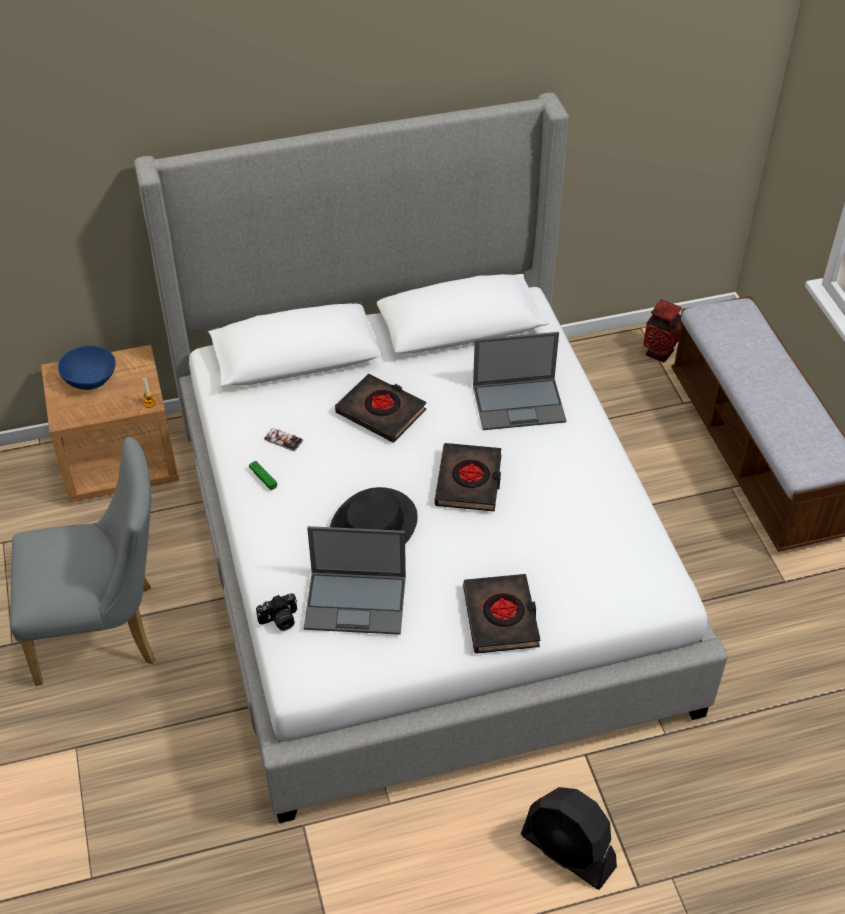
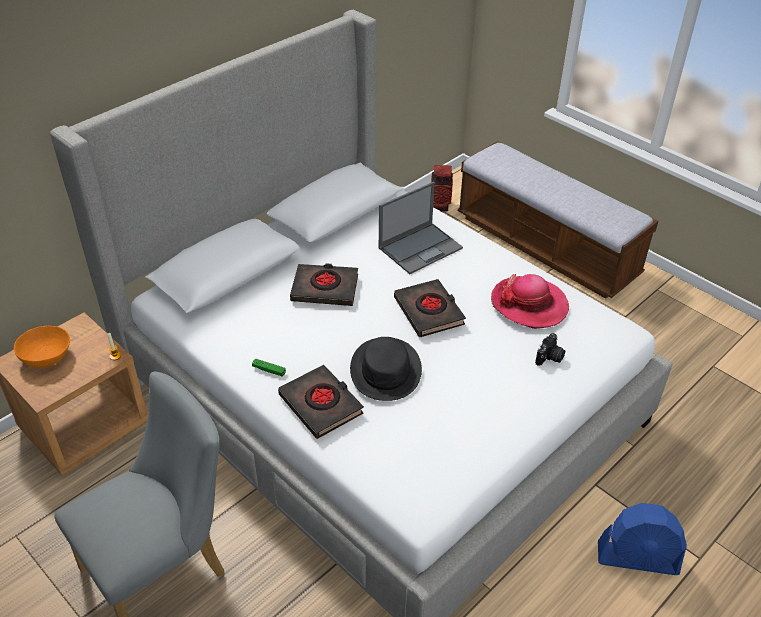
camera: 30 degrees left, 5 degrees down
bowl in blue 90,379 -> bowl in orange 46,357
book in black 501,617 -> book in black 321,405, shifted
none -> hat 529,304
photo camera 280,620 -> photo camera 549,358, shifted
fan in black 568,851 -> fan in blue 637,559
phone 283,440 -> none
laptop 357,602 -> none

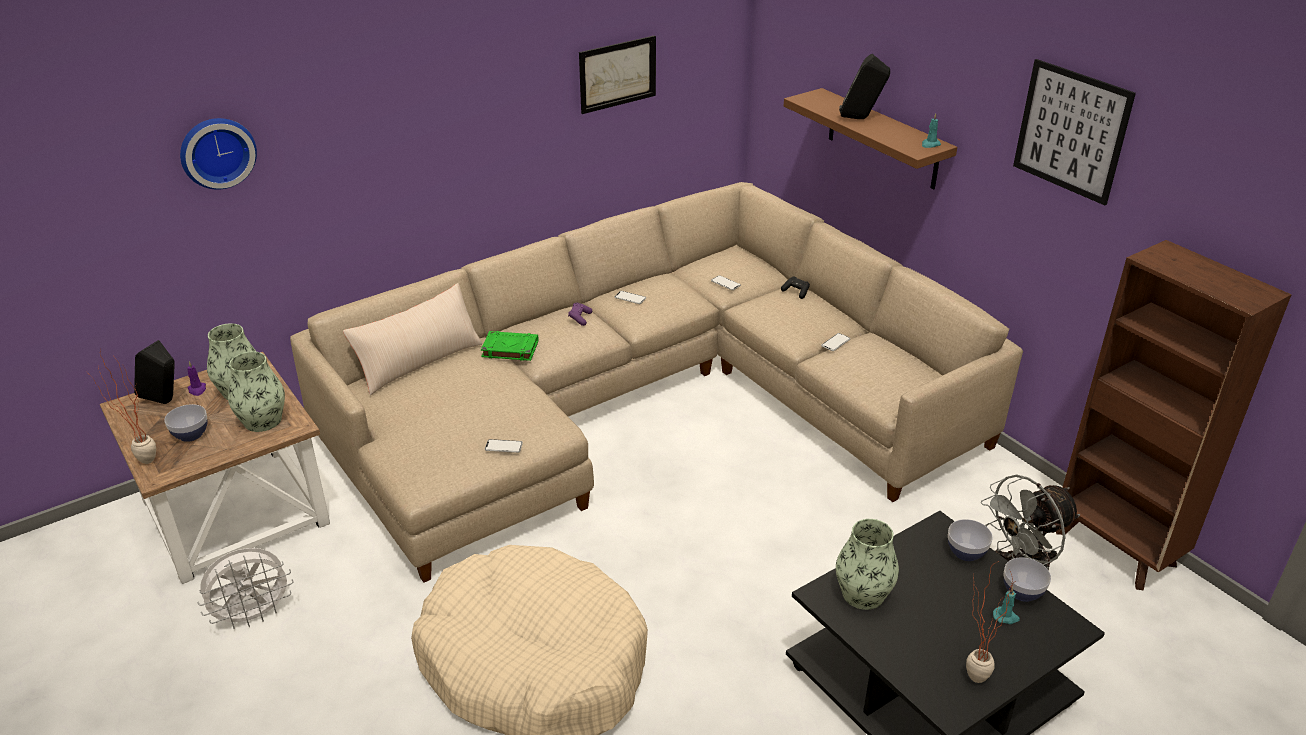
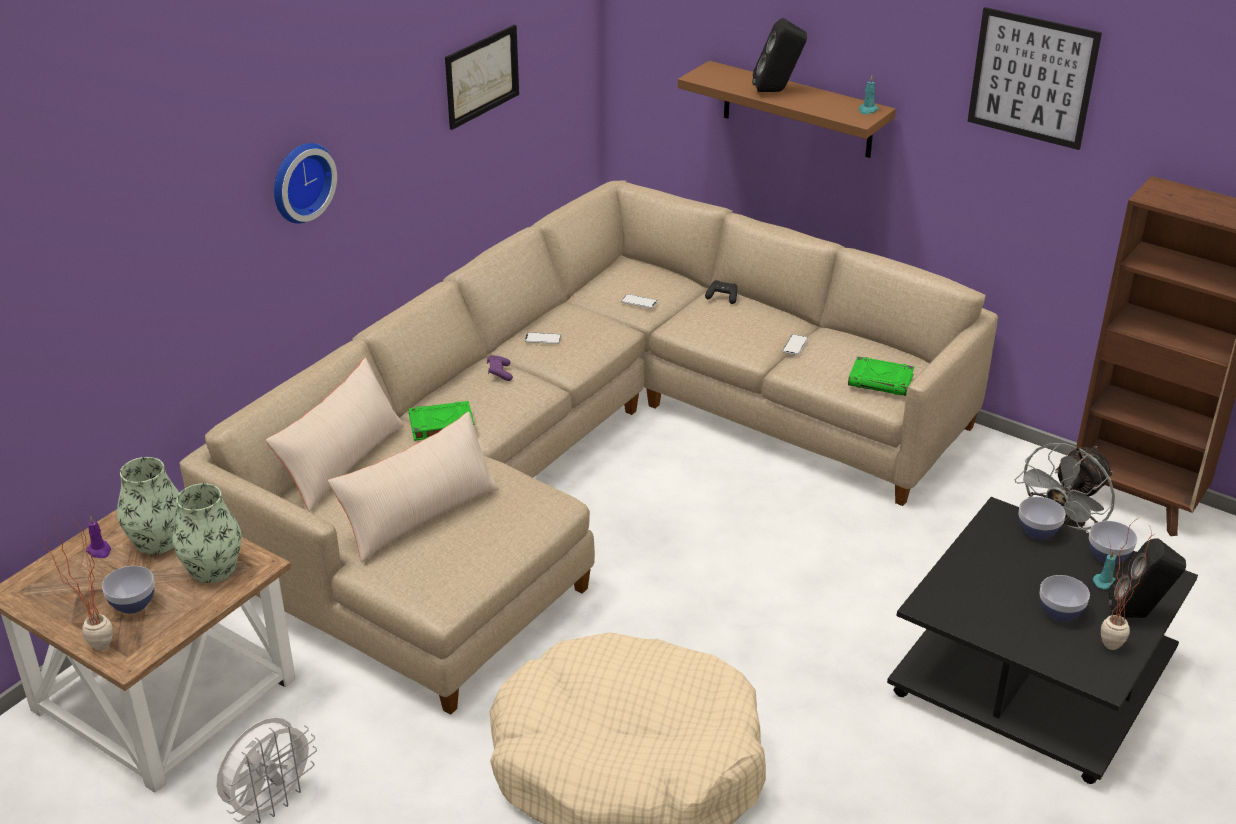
camera: 20 degrees left, 0 degrees up
wall clock 217,151 -> wall clock 299,181, shifted
none -> pillow in beige 419,515
none -> book in green 881,381
none -> bowl 1060,612
speaker in black 166,402 -> speaker in black 1138,615, shifted
phone 503,446 -> none
vase 863,594 -> none

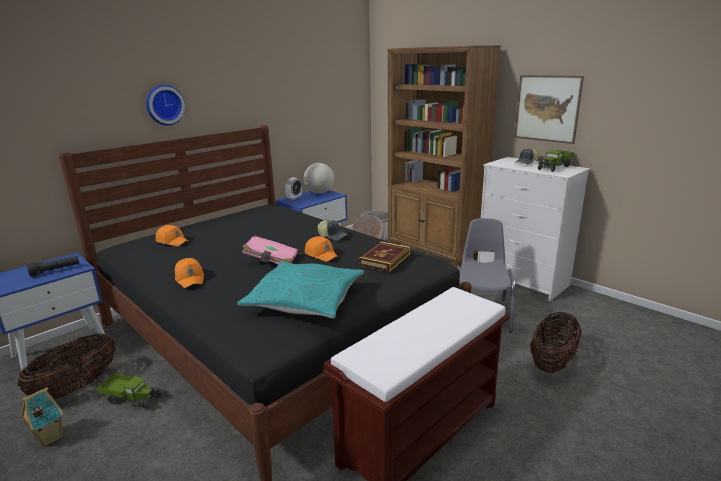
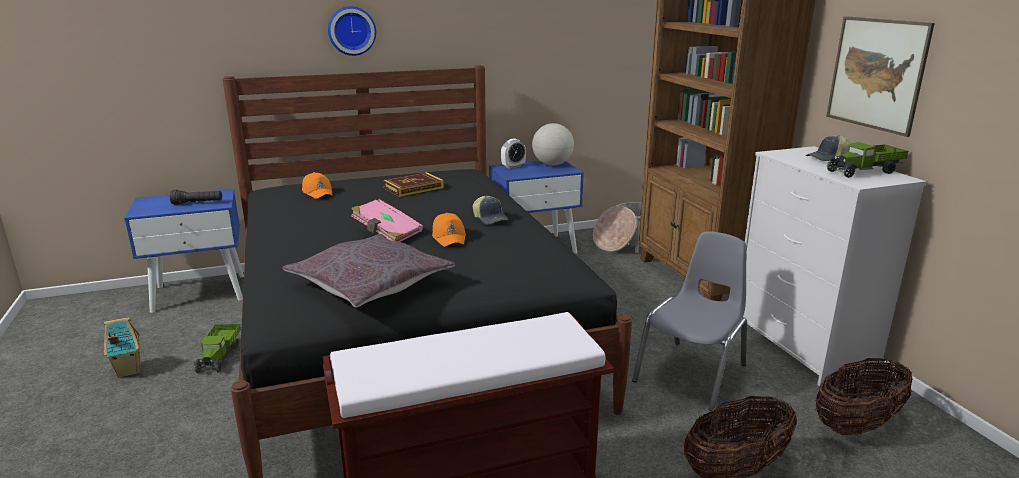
camera: 25 degrees right, 0 degrees up
toy truck 132,398 -> toy truck 219,356, 45 degrees clockwise
pillow in turquoise 305,299 -> pillow in grey 371,283
book 385,259 -> book 413,188, shifted
basket 77,387 -> basket 857,425, shifted
cap in orange 190,278 -> none

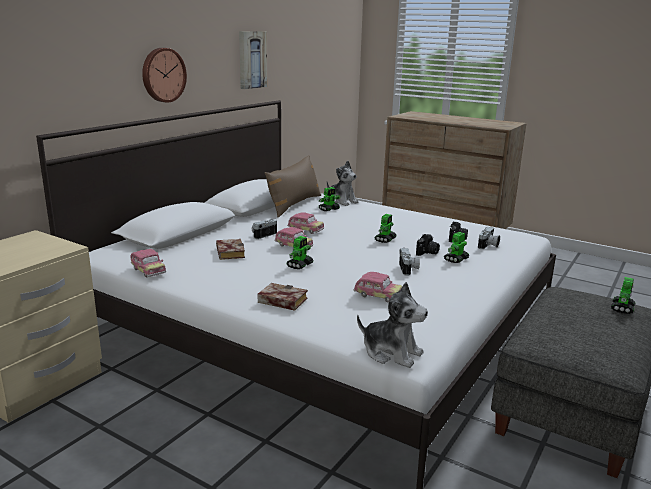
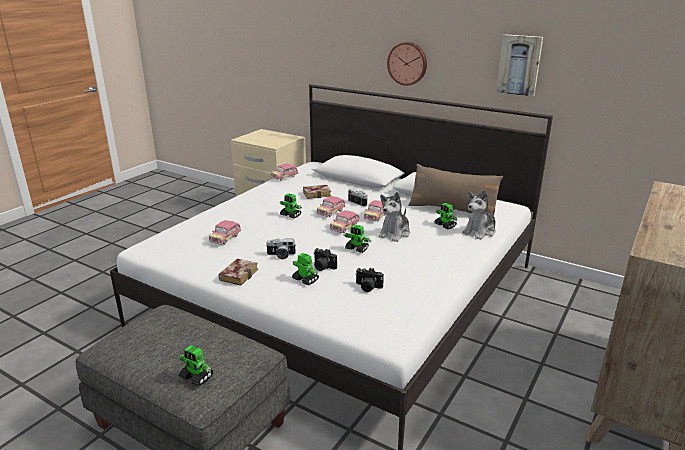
camera: 90 degrees right, 5 degrees up
book 280,301 -> book 238,274, shifted
none -> toy car 344,227
plush toy 391,352 -> plush toy 395,233, shifted
photo camera 488,246 -> none

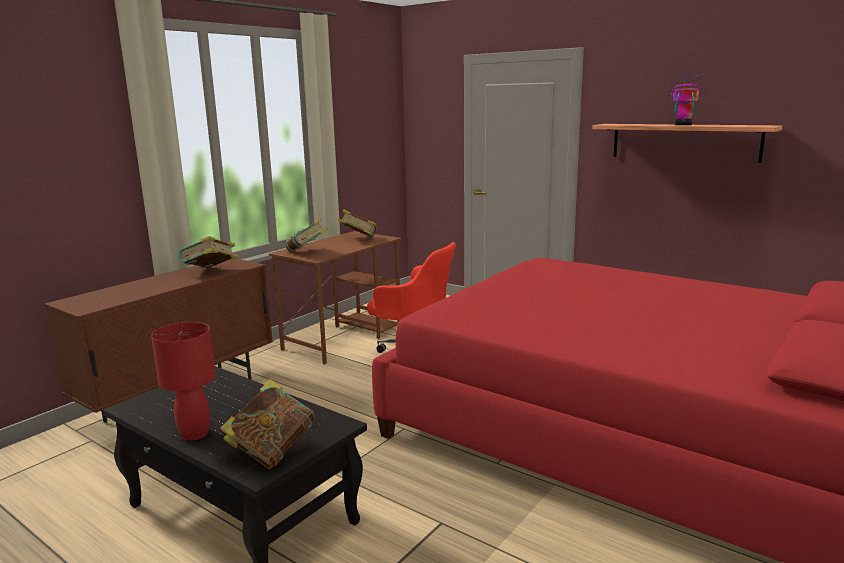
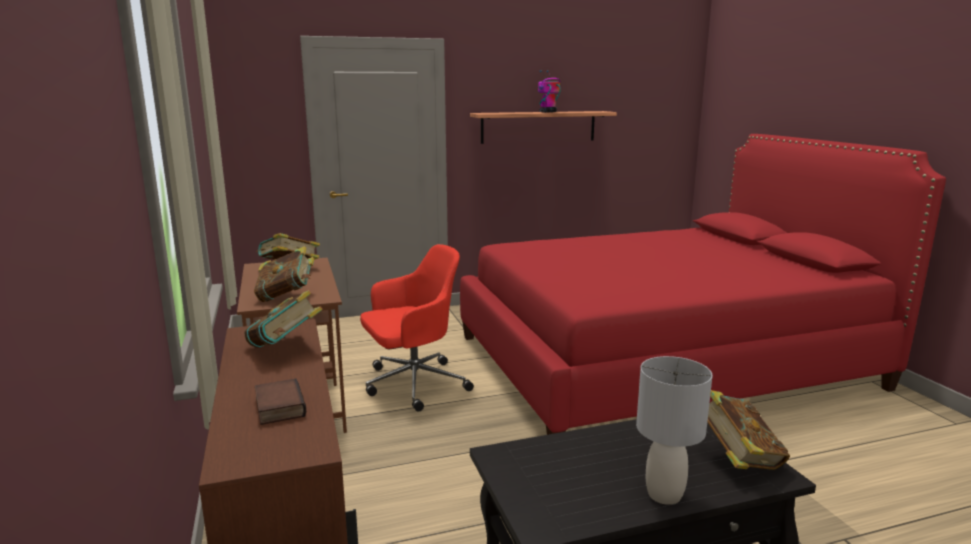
camera: 55 degrees left, 0 degrees up
none -> book 278,407
table lamp in red 194,434 -> table lamp in grey 665,495

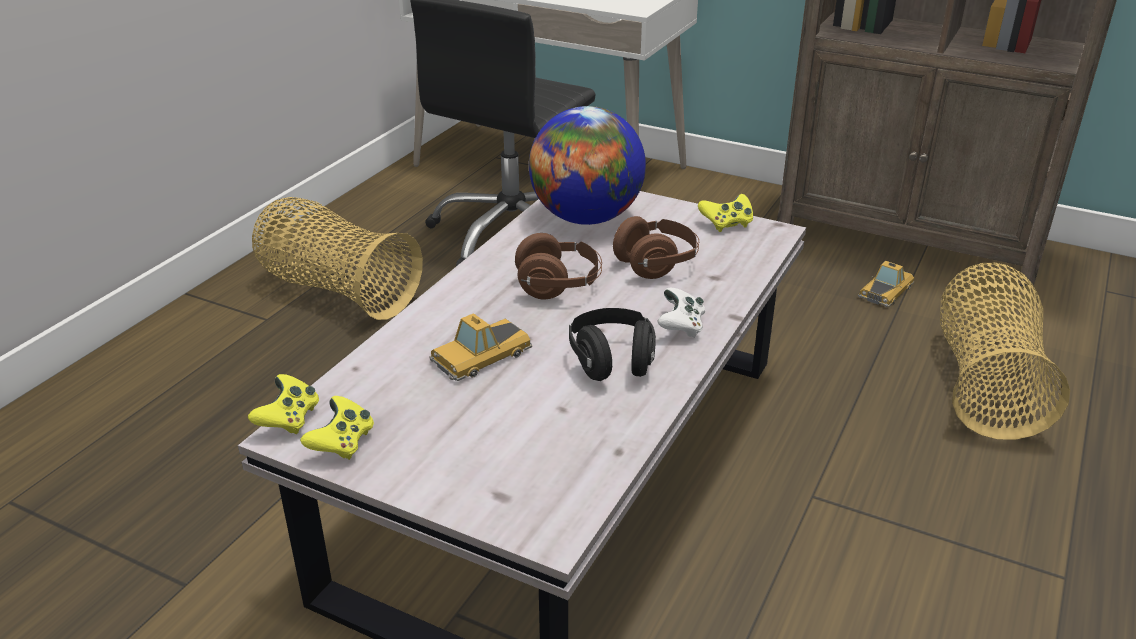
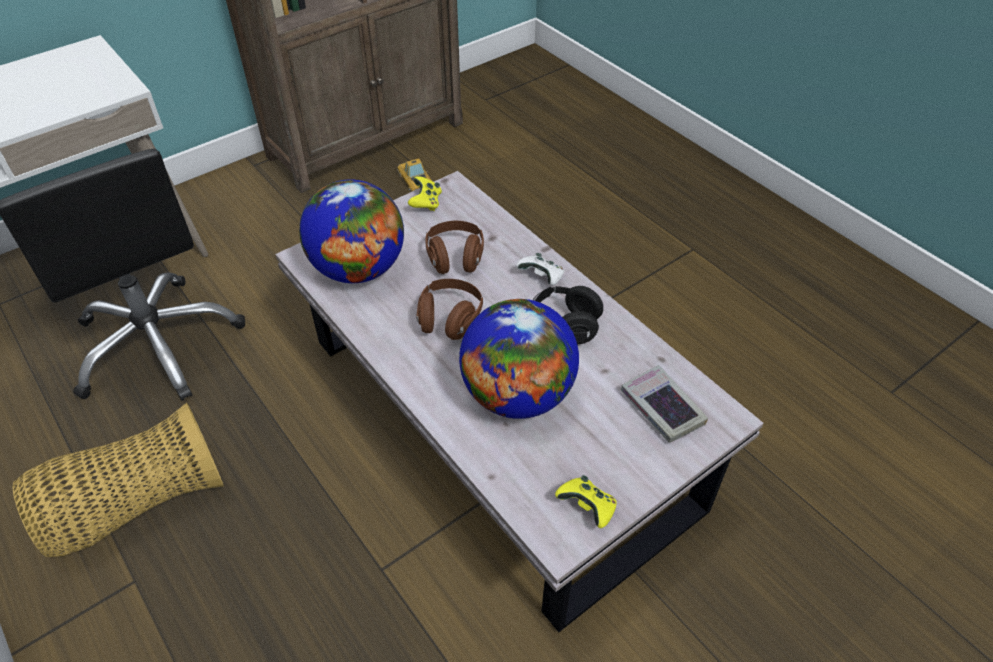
camera: 65 degrees left, 15 degrees up
toy car 479,356 -> globe 517,395
none -> book 662,408
game controller in yellow 289,420 -> none
basket 986,382 -> none

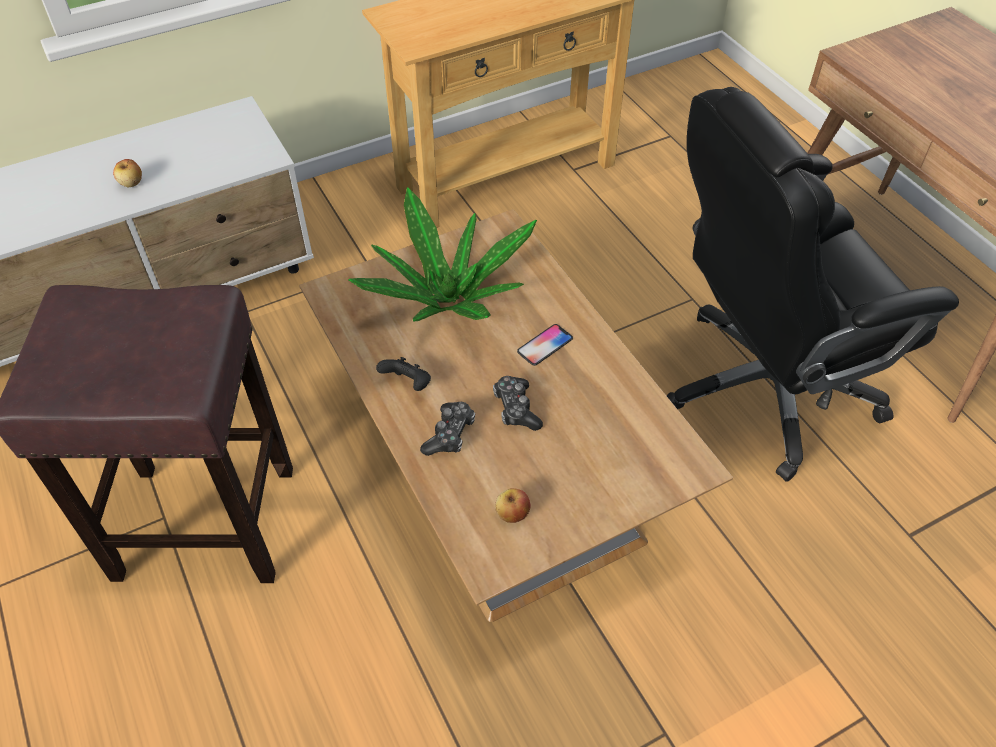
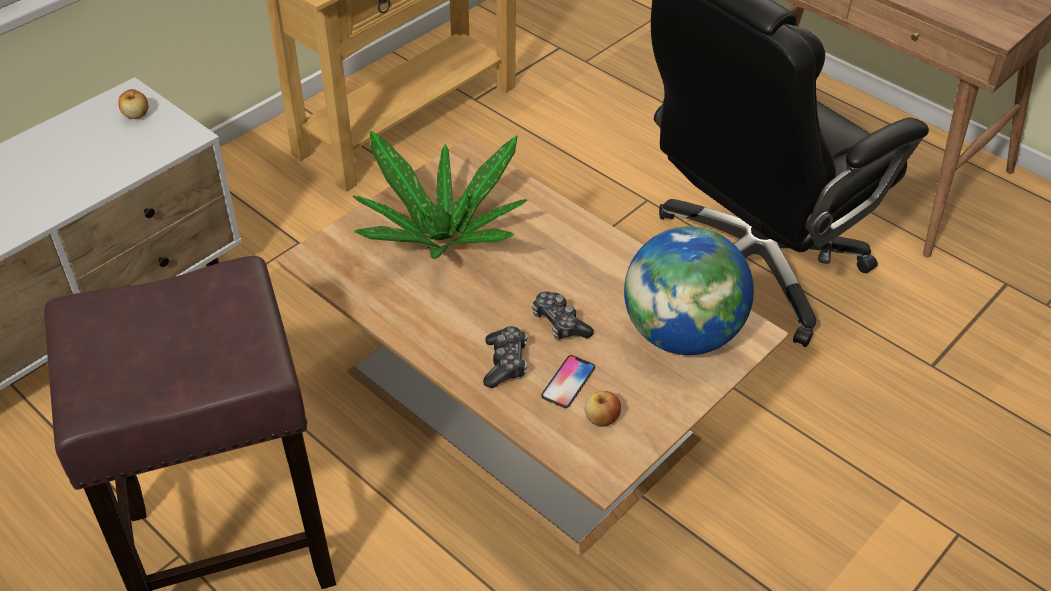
camera: 20 degrees left, 5 degrees down
apple 131,183 -> apple 136,115, shifted
phone 545,345 -> phone 568,382, shifted
none -> globe 681,334
game controller in black 408,384 -> none

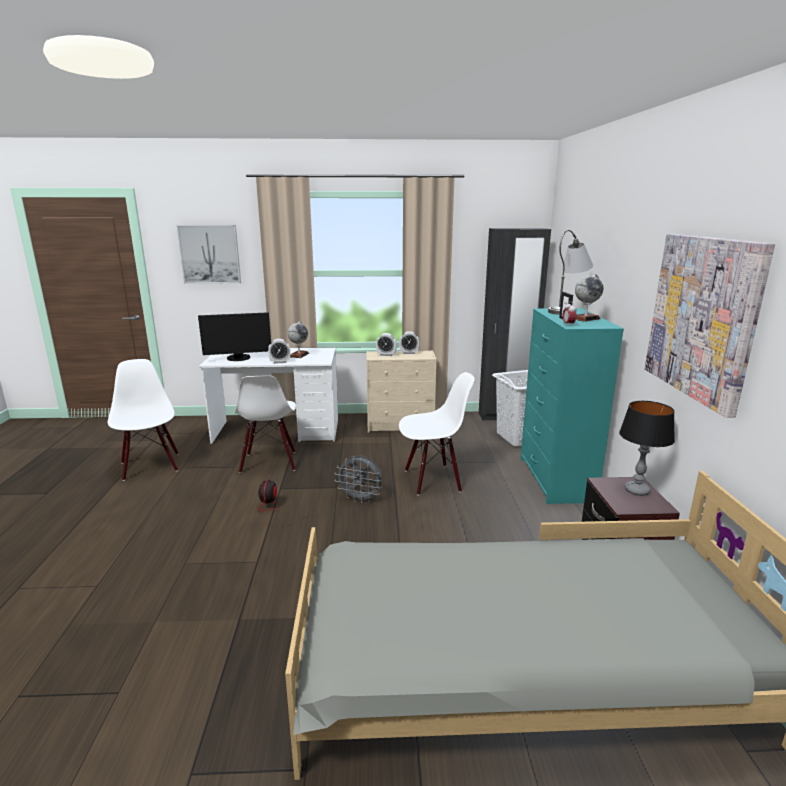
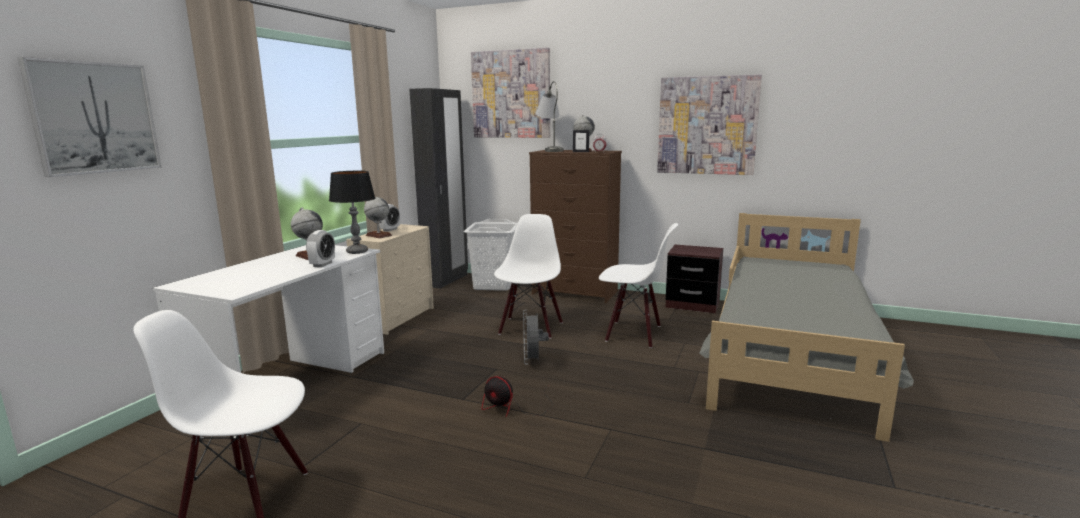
camera: 65 degrees left, 5 degrees down
table lamp 637,490 -> table lamp 357,251, shifted
alarm clock 386,355 -> globe 378,235
none -> picture 511,94
fan in grey 360,499 -> fan in grey 533,362, 135 degrees clockwise
dresser in turquoise 556,480 -> dresser in brown 575,292
chair in white 269,462 -> chair in white 633,334, shifted
monitor 238,358 -> none

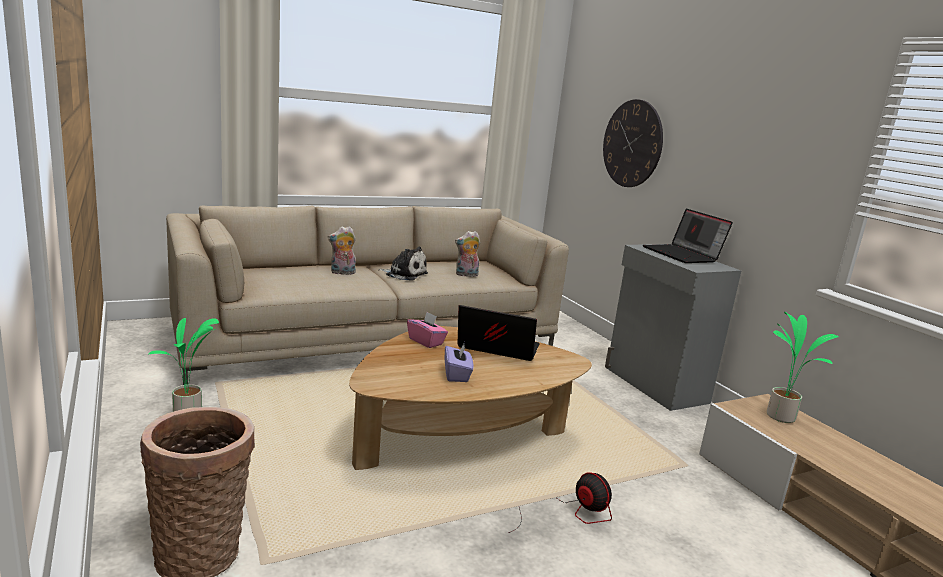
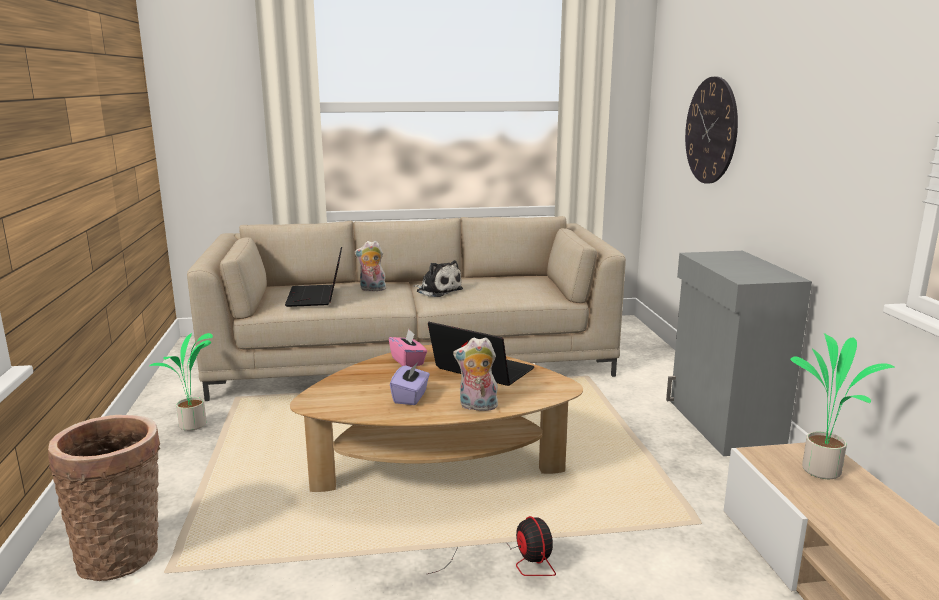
camera: 20 degrees right, 0 degrees up
laptop 683,255 -> laptop 316,297, shifted
plush toy 466,275 -> plush toy 477,407, shifted

